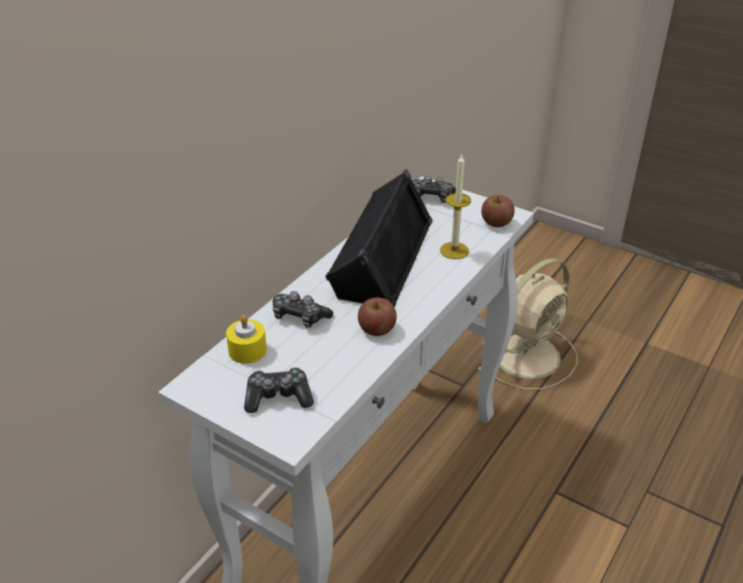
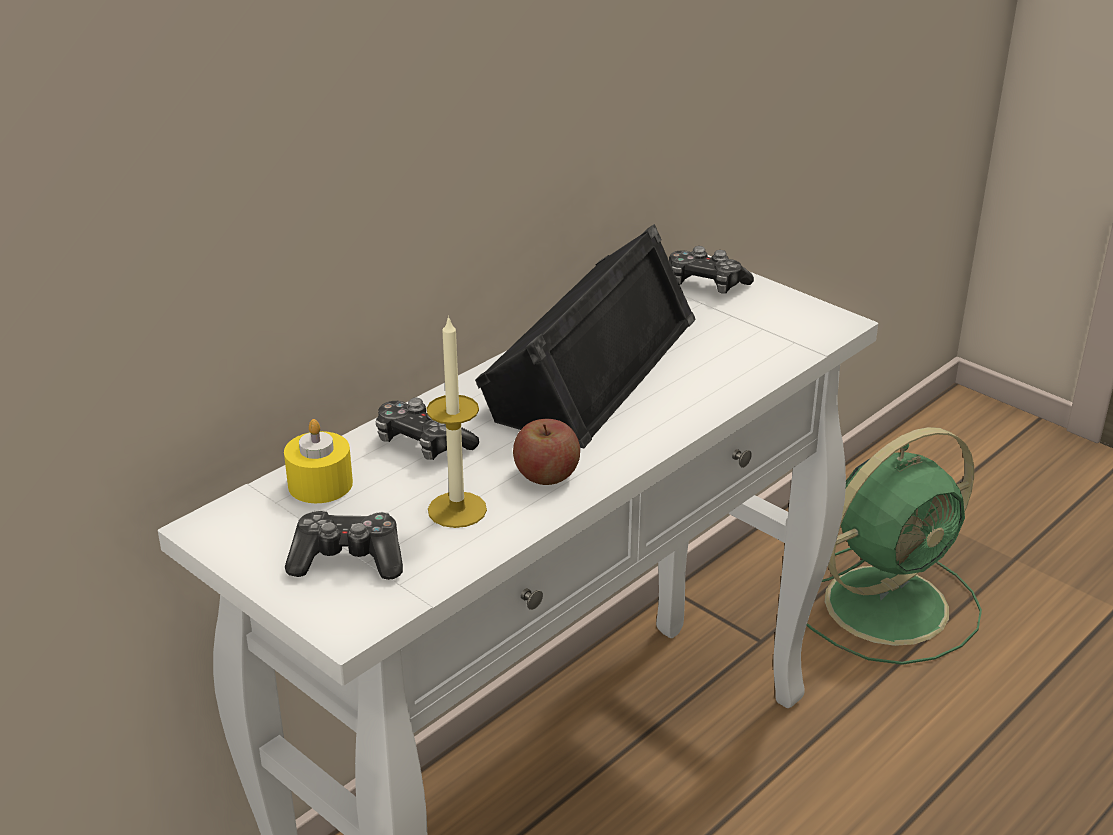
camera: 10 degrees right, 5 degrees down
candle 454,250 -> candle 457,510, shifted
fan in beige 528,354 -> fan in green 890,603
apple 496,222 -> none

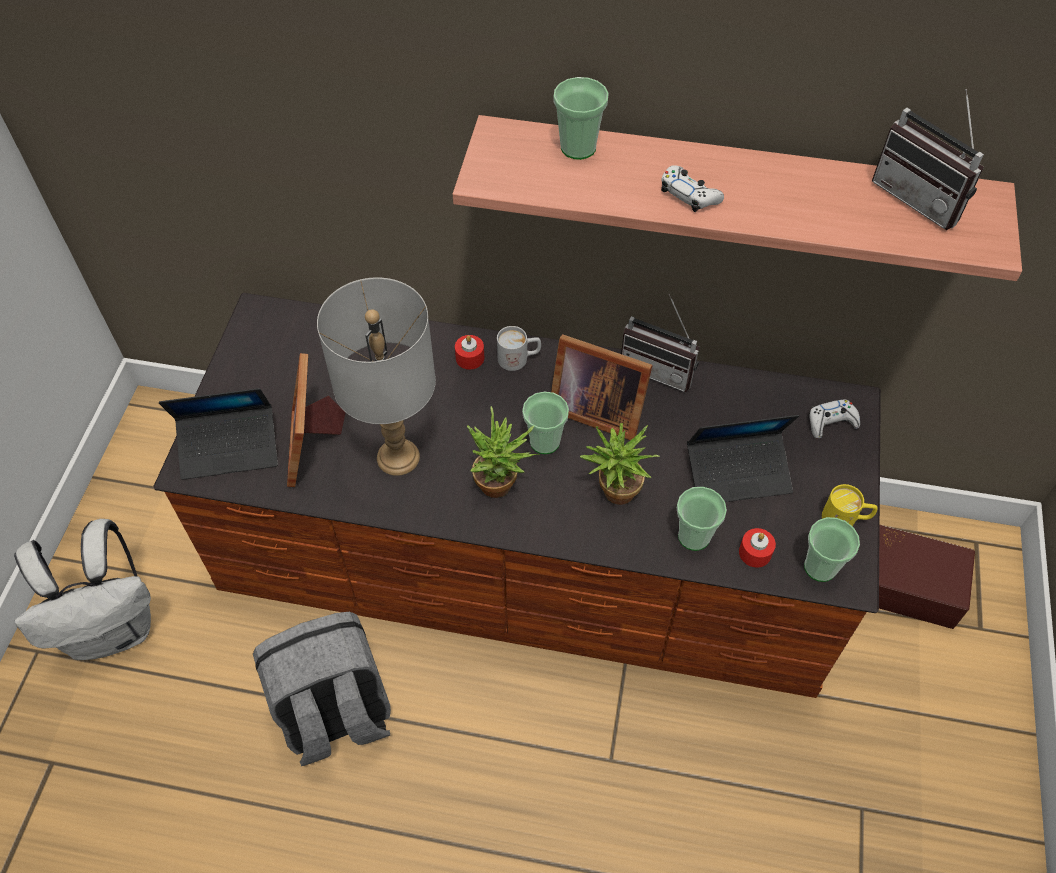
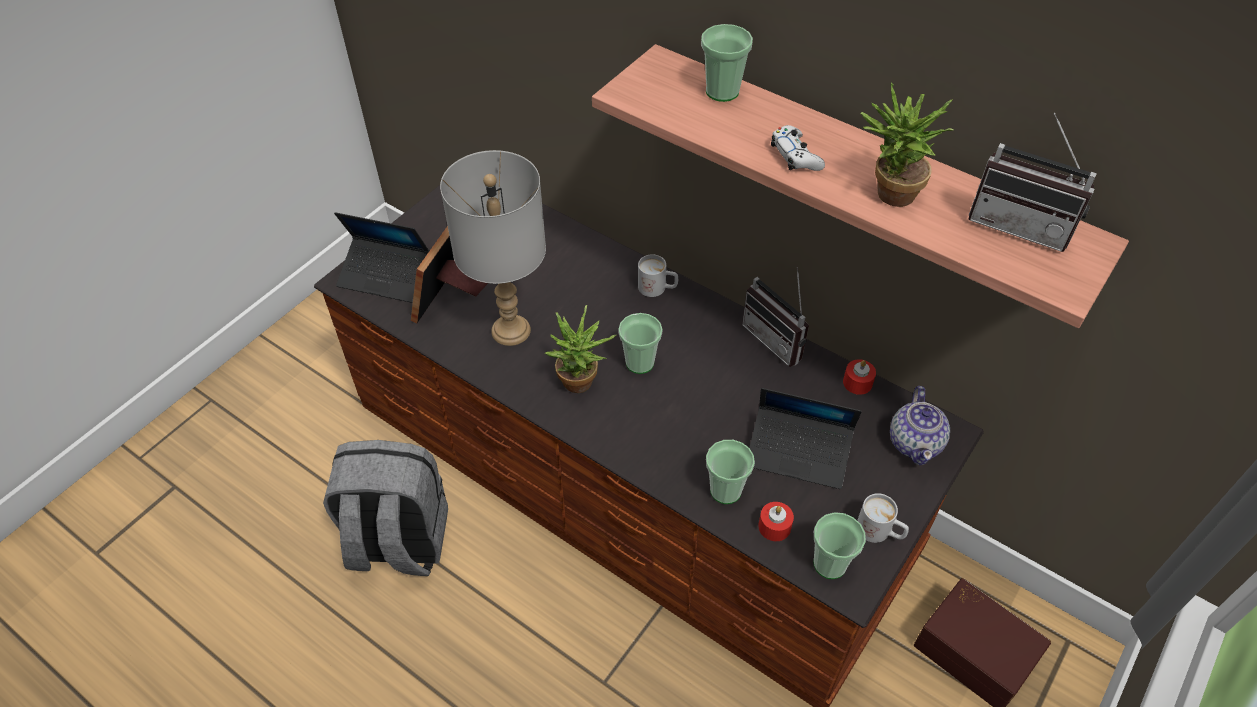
camera: 25 degrees right, 5 degrees down
candle in red 470,358 -> candle in red 857,382, shifted
mug in yellow 845,519 -> mug in white 880,532
potted plant 614,495 -> potted plant 888,195, shifted
game controller in white 831,422 -> teapot 915,442
radio 922,198 -> radio 1021,224, 45 degrees counterclockwise
backpack in white 114,629 -> none
picture frame 595,408 -> none

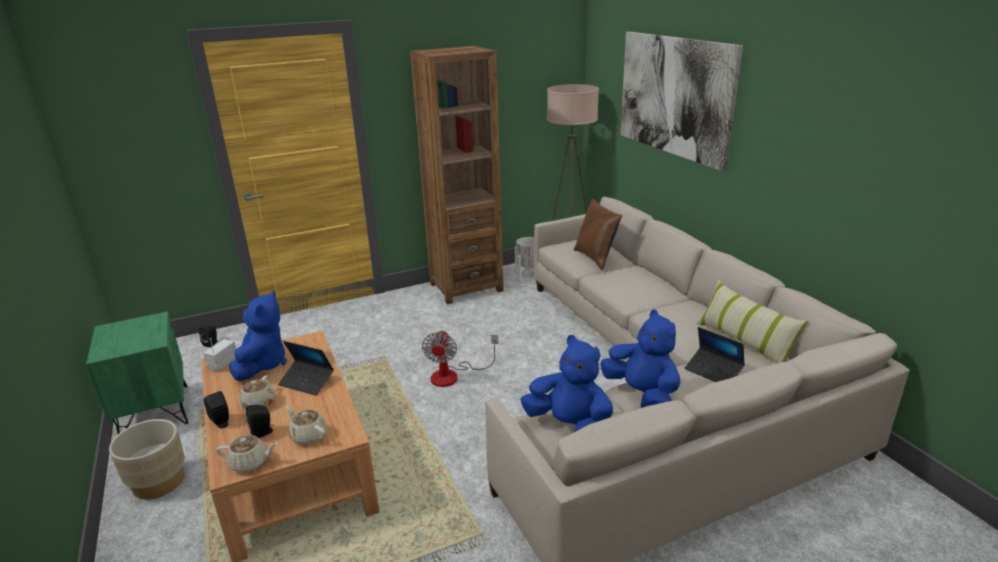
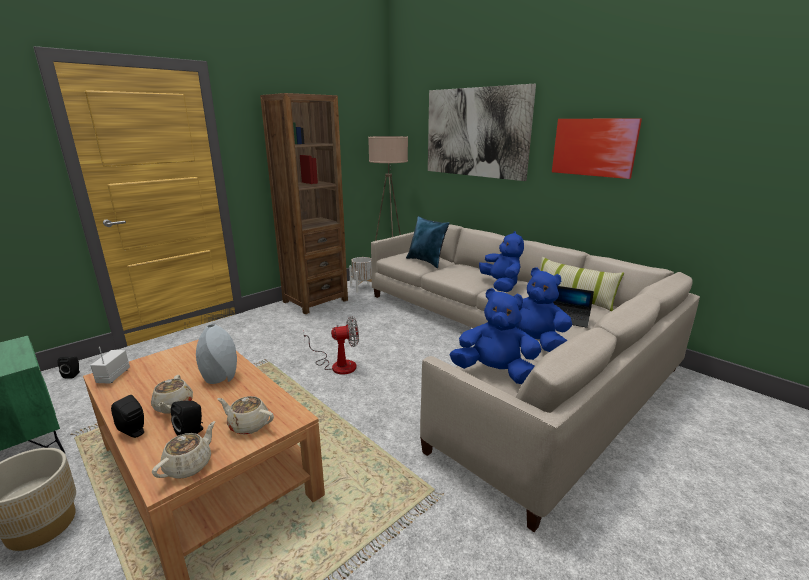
camera: 20 degrees left, 5 degrees down
teapot in beige 250,463 -> teapot in beige 189,465, 45 degrees counterclockwise
laptop 307,382 -> vase in grey 221,377
fan 453,375 -> fan 337,364, 90 degrees counterclockwise
pillow in brown 596,258 -> pillow in blue 427,262
plush toy in blue 262,364 -> plush toy in blue 501,285, shifted
none -> picture 594,147

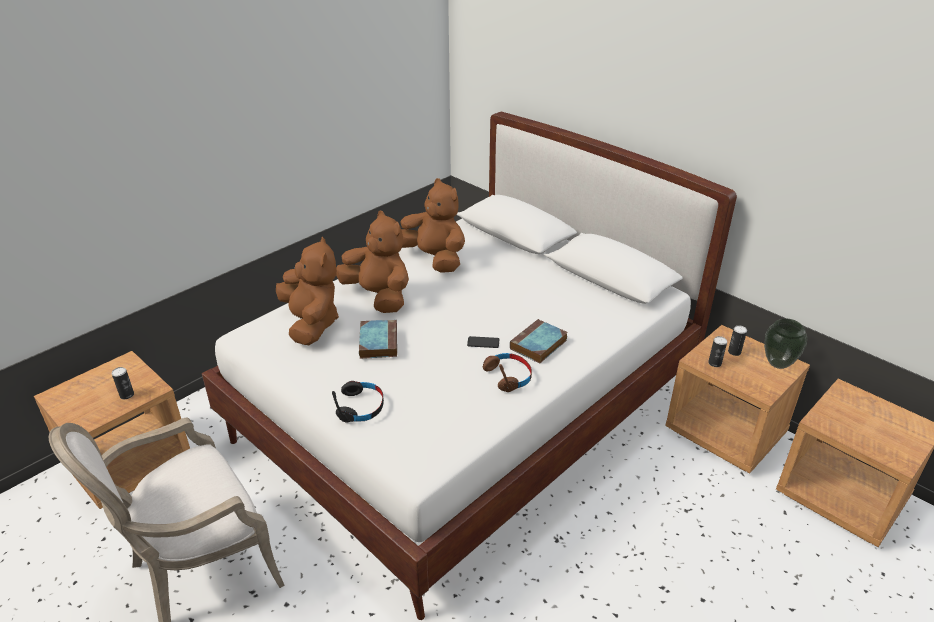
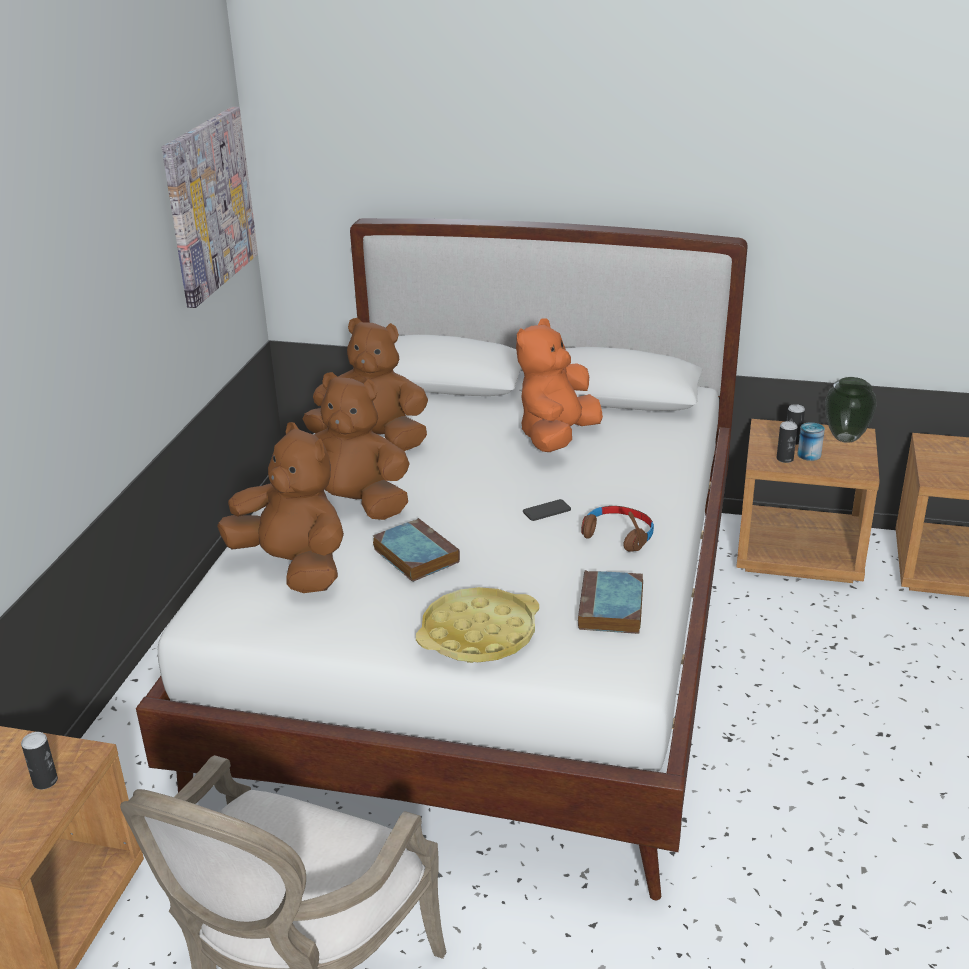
camera: 30 degrees left, 5 degrees down
none -> picture 209,204
headphones in black 361,407 -> tray in yellow 479,634
none -> plush toy in orange 557,438
book 538,345 -> book 611,609, shifted
none -> can 809,455

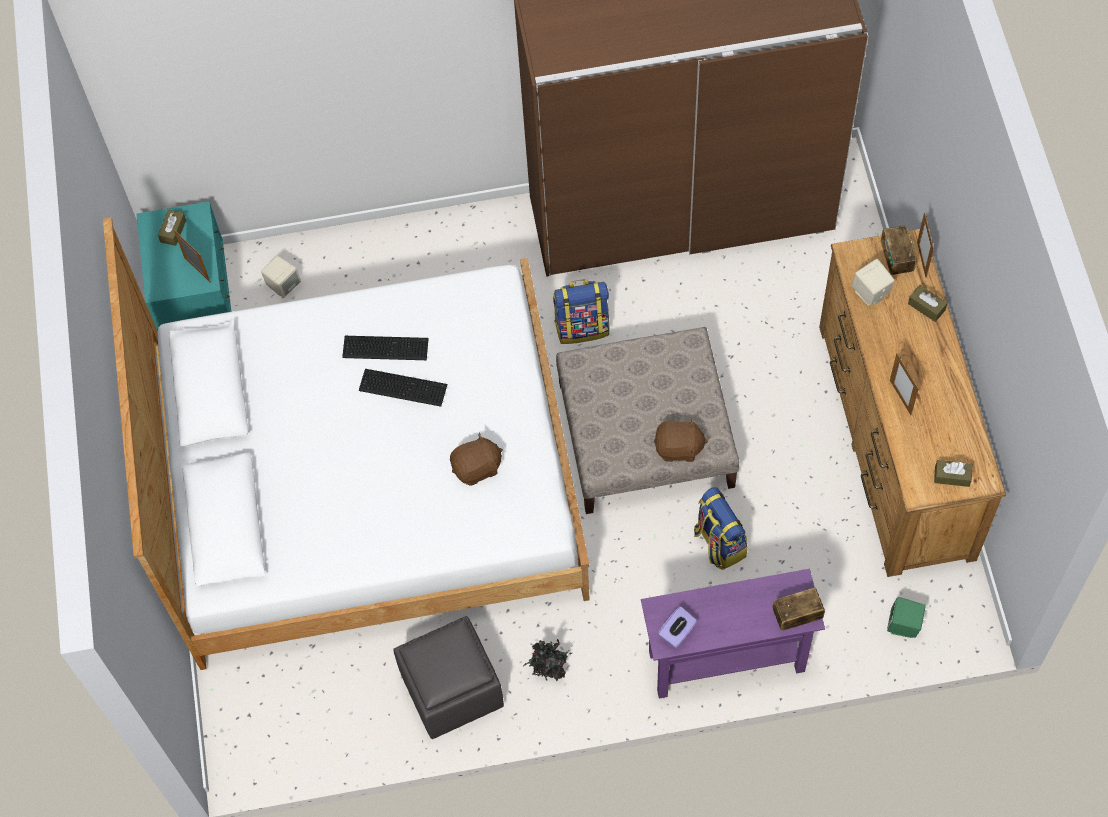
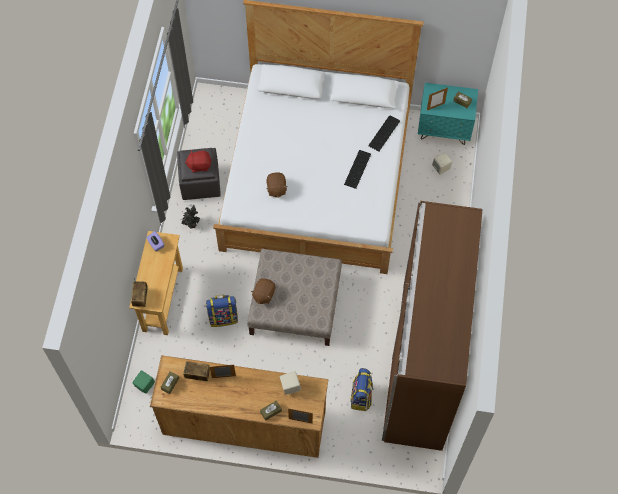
camera: 105 degrees right, 0 degrees up
console table in purple 726,661 -> console table in beige 162,299
radio 896,259 -> radio 197,374, shifted
none -> plush toy in red 199,165
backpack 582,327 -> backpack 361,397, shifted
keyboard 402,386 -> keyboard 385,133, shifted

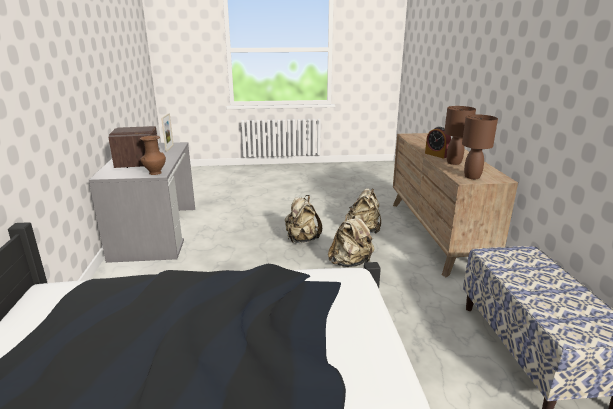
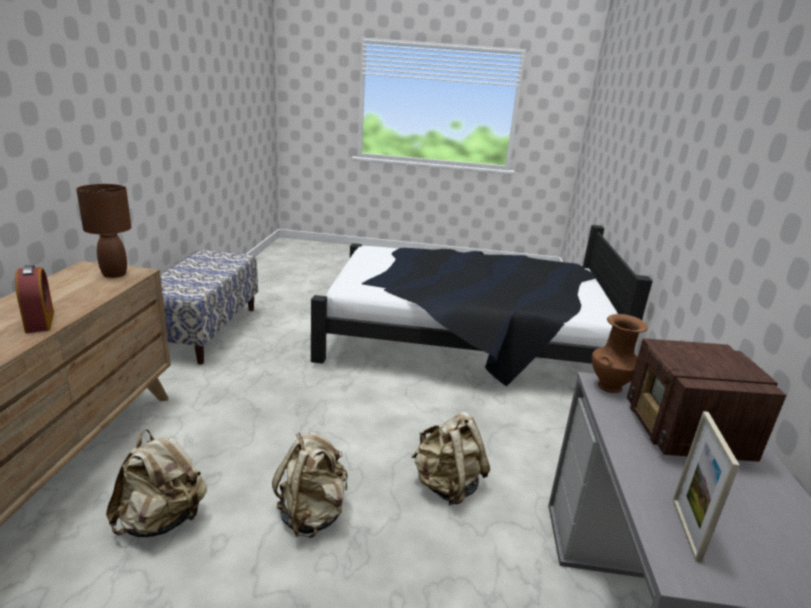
camera: 170 degrees left, 0 degrees up
backpack in beige 350,263 -> backpack in beige 447,486, shifted
table lamp in brown 454,163 -> none

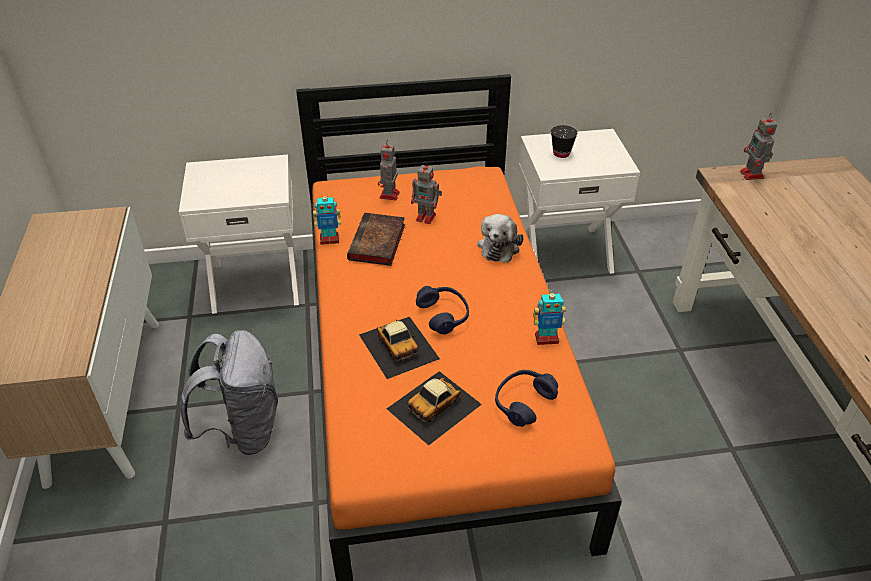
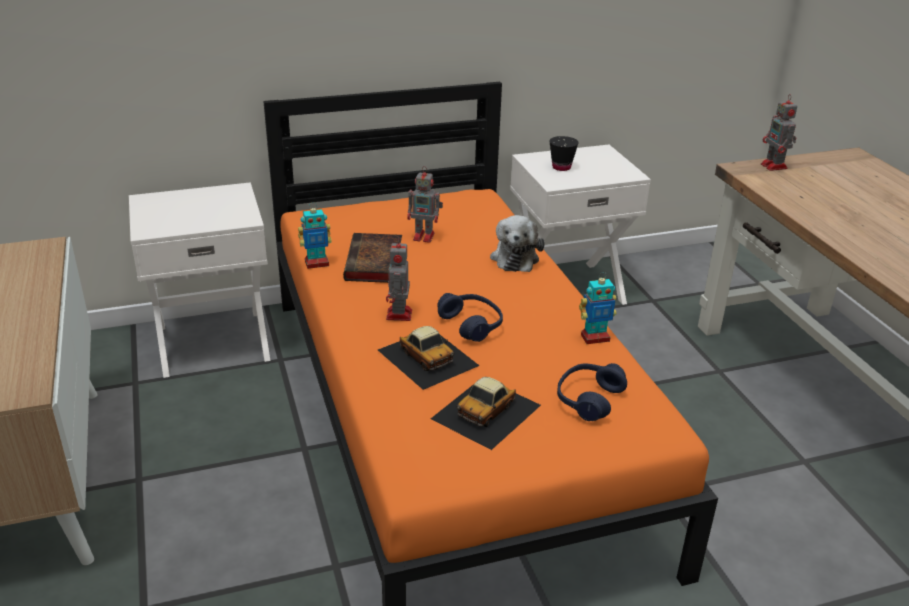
camera: 10 degrees left, 10 degrees down
toy robot 389,196 -> toy robot 399,315, shifted
backpack in grey 243,430 -> none

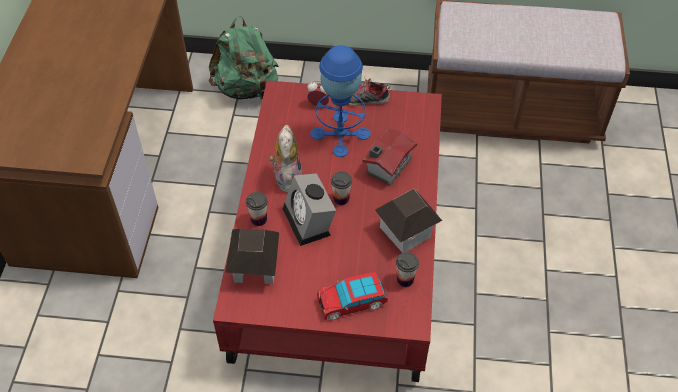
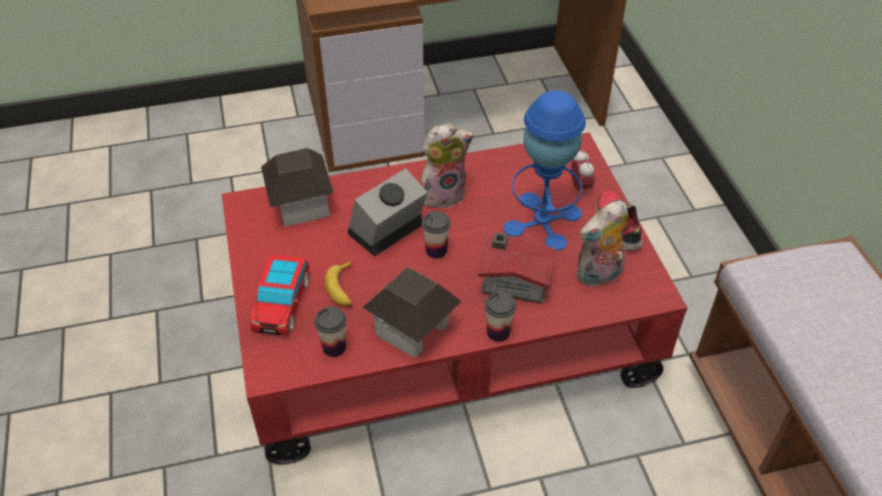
camera: 70 degrees right, 5 degrees down
toy car 352,302 -> toy car 282,303, 135 degrees counterclockwise
none -> banana 343,289
cup 258,219 -> cup 498,332, shifted
none -> plush toy 599,276
backpack in green 246,88 -> none

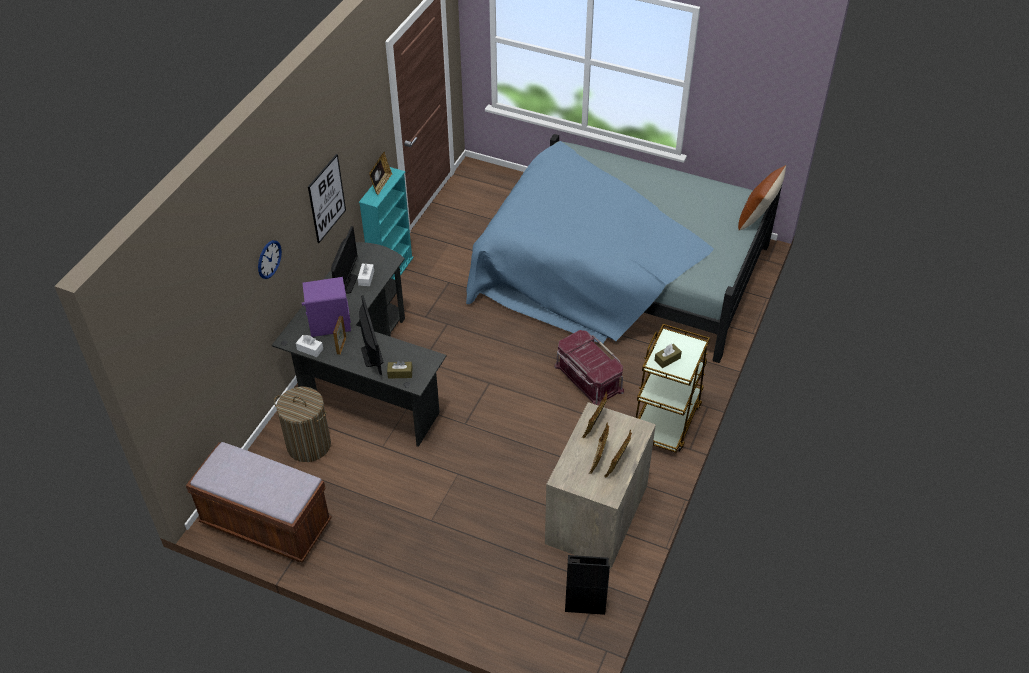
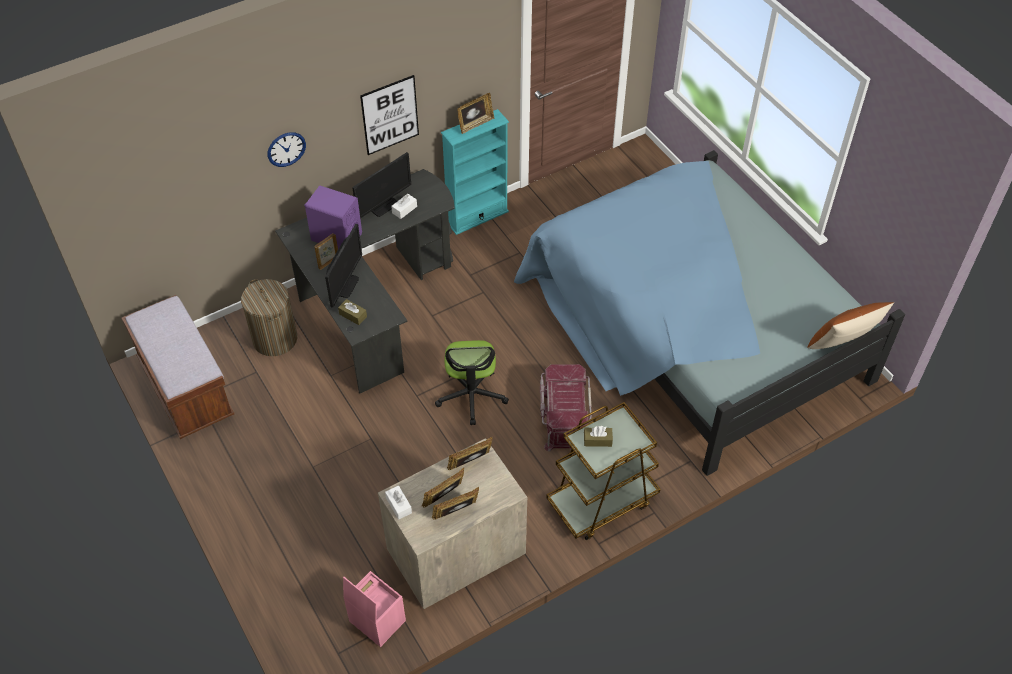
camera: 35 degrees right, 5 degrees up
storage box in black 584,598 -> storage box in pink 376,621
tissue box in white 310,349 -> tissue box in white 399,505, shifted
none -> office chair 471,396

